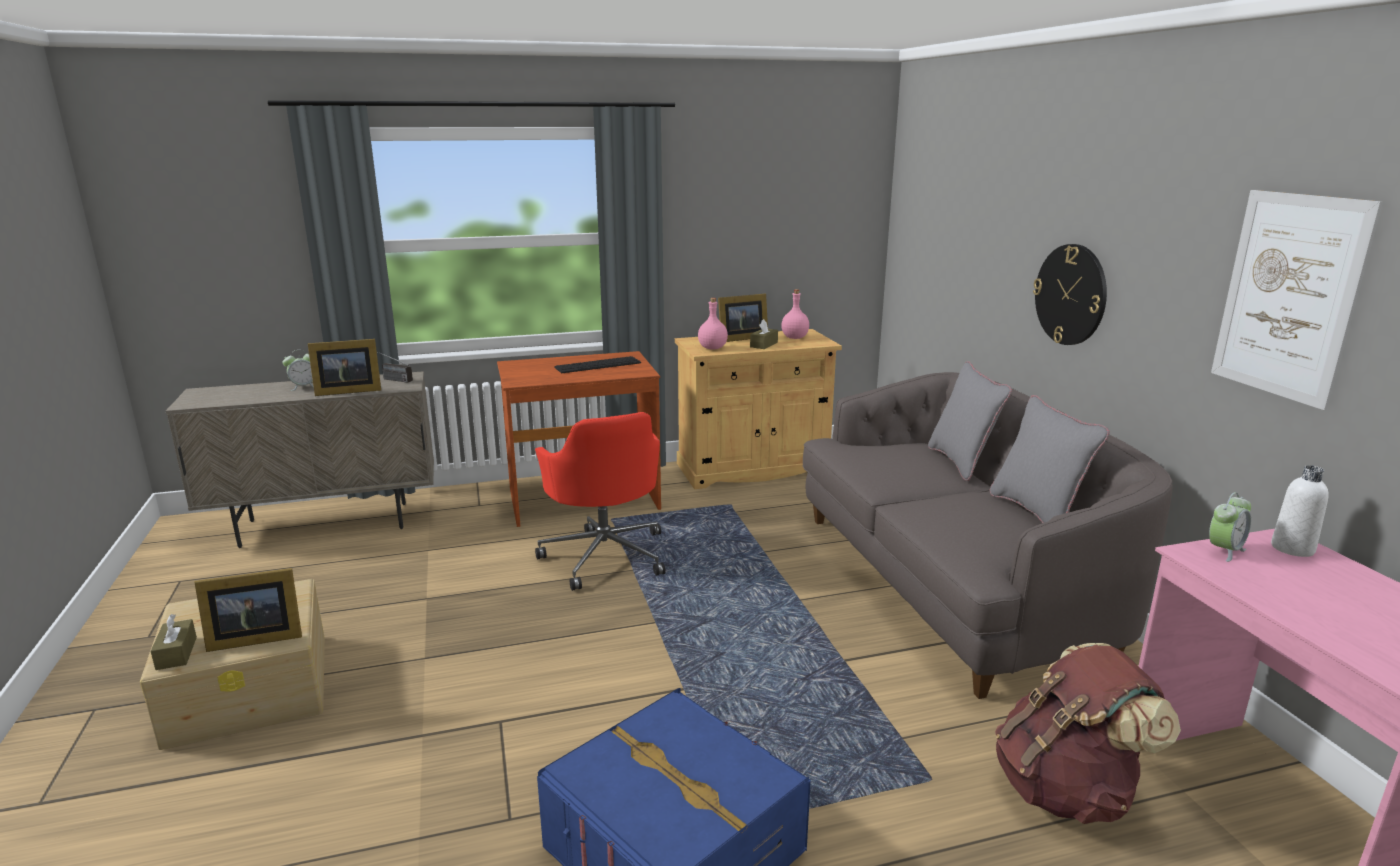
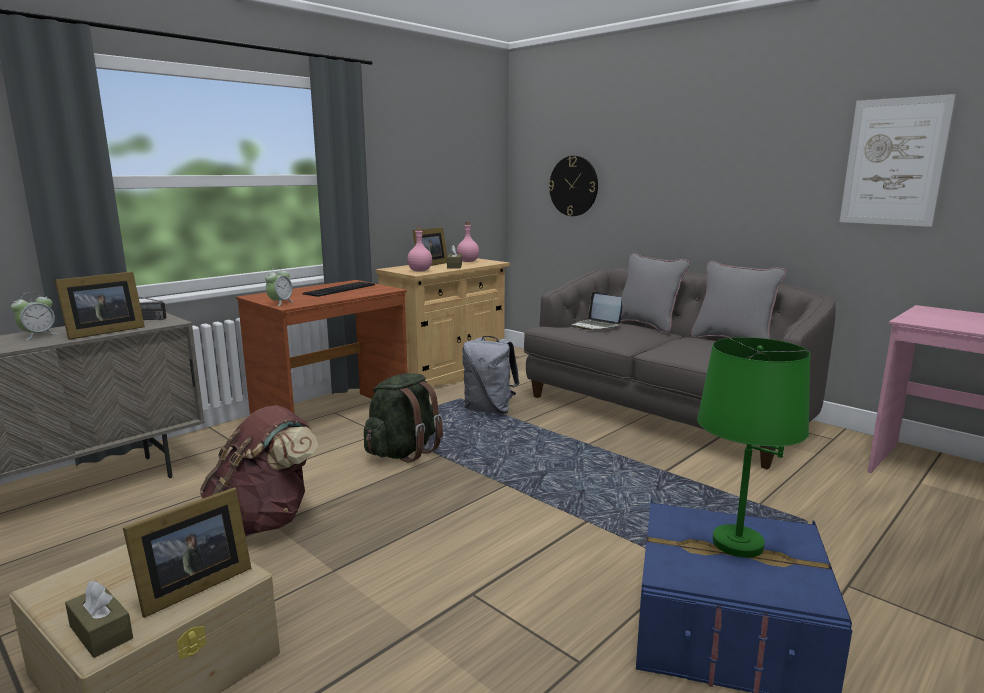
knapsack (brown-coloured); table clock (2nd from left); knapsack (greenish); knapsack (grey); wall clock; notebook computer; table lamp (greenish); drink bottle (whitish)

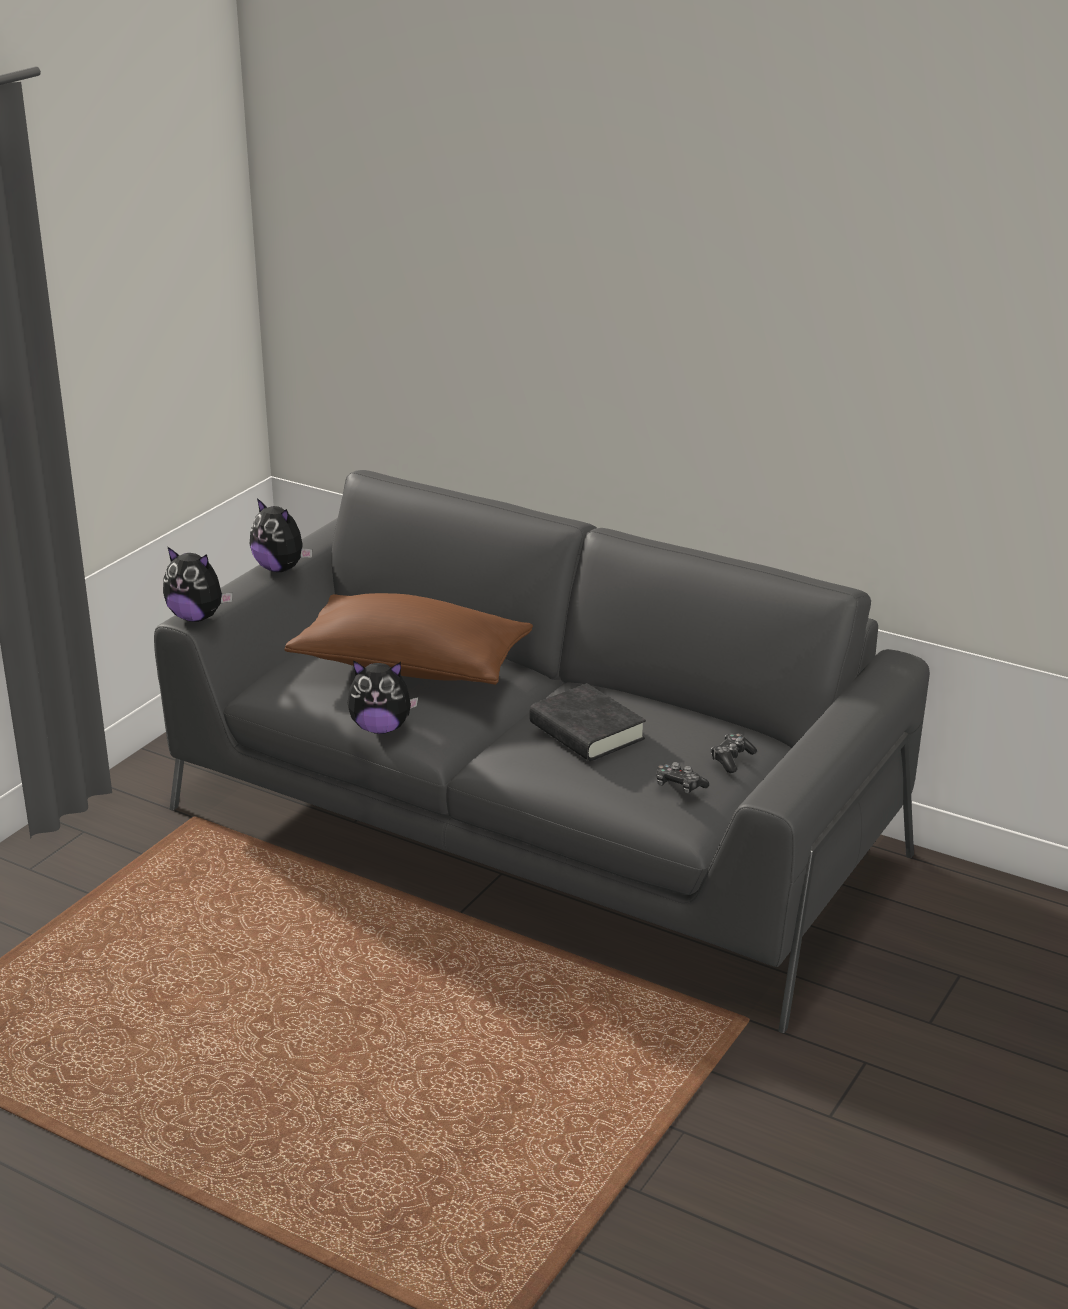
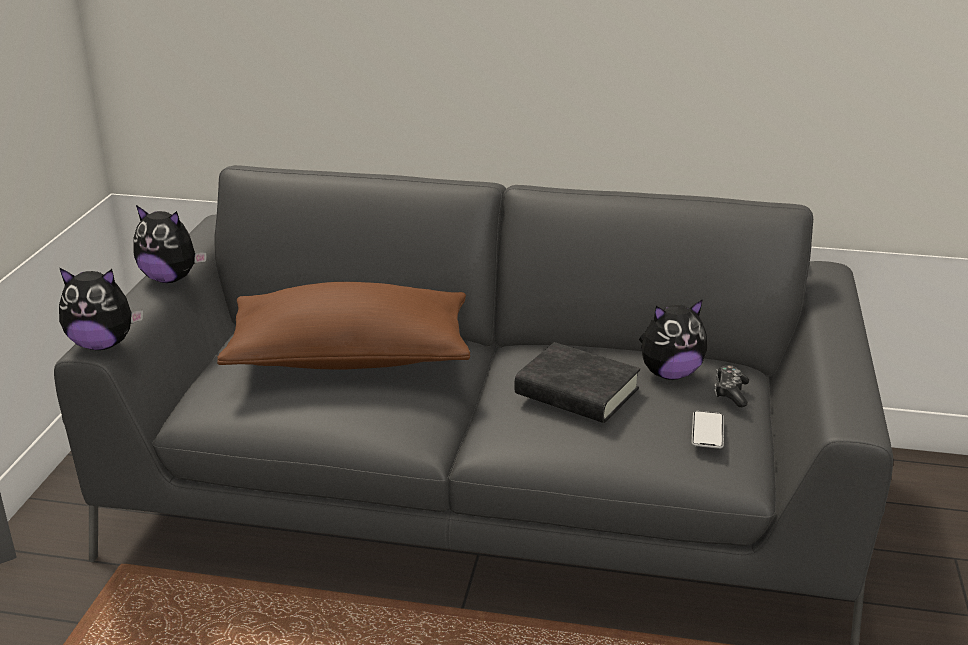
soft toy (3rd from left); handset

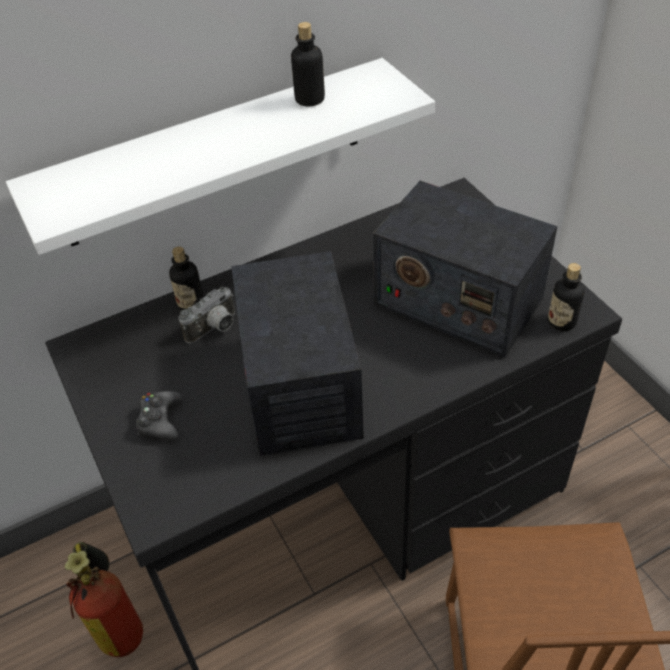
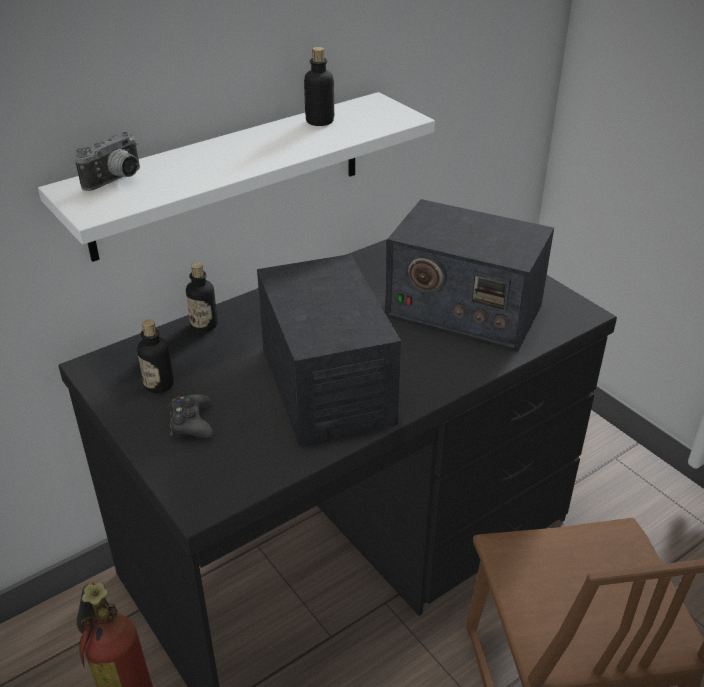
photo camera; drink bottle (1st from left)

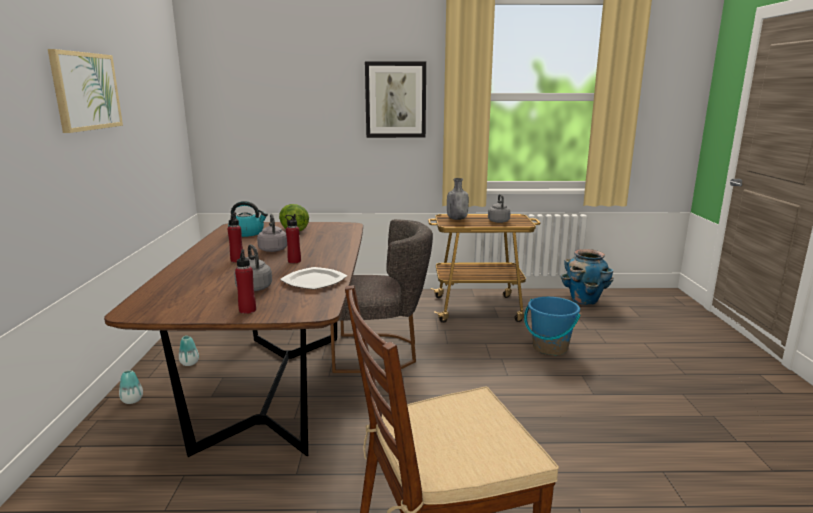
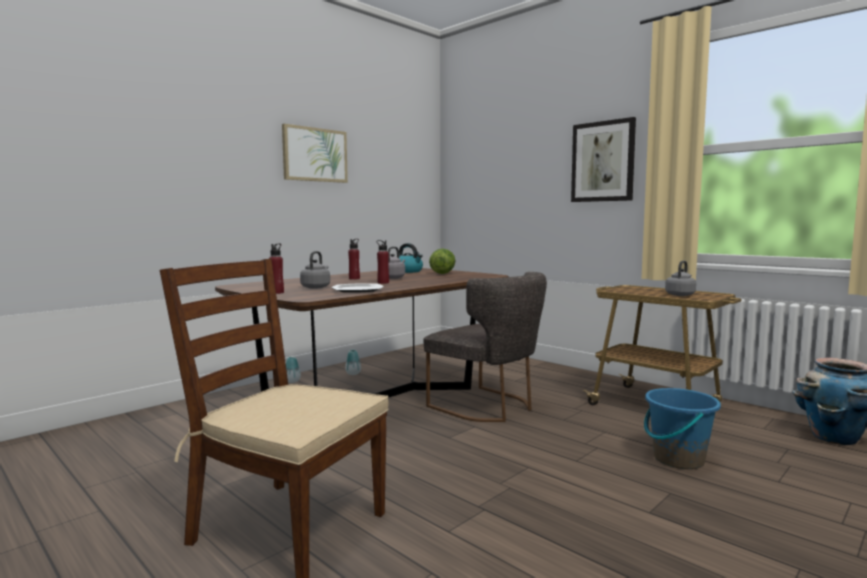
drink bottle (grey)

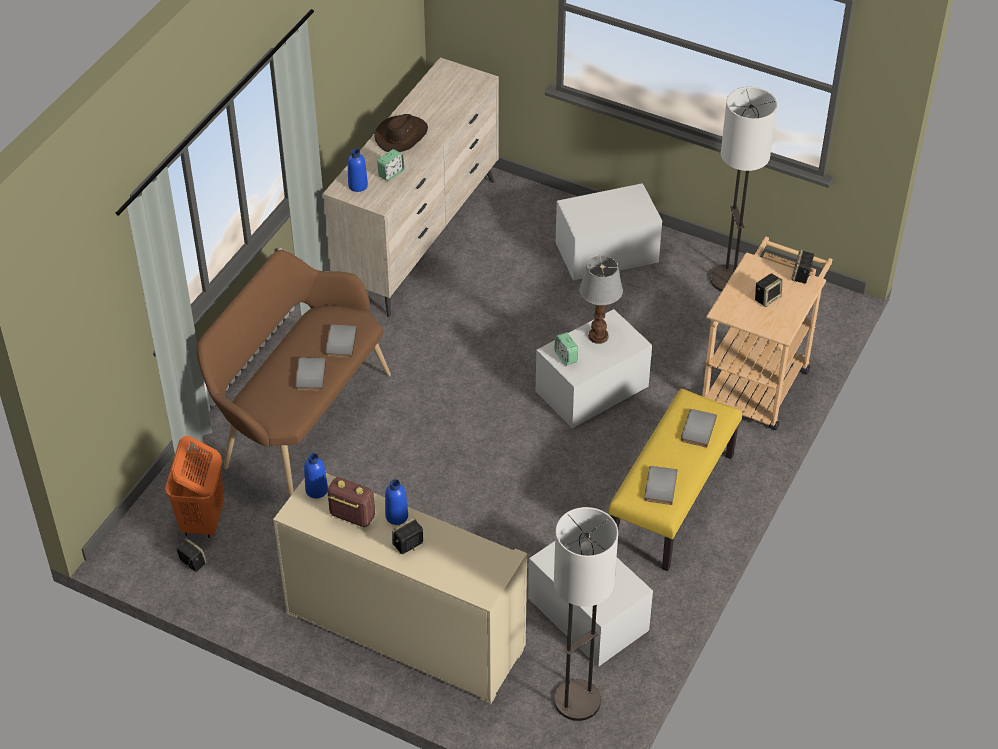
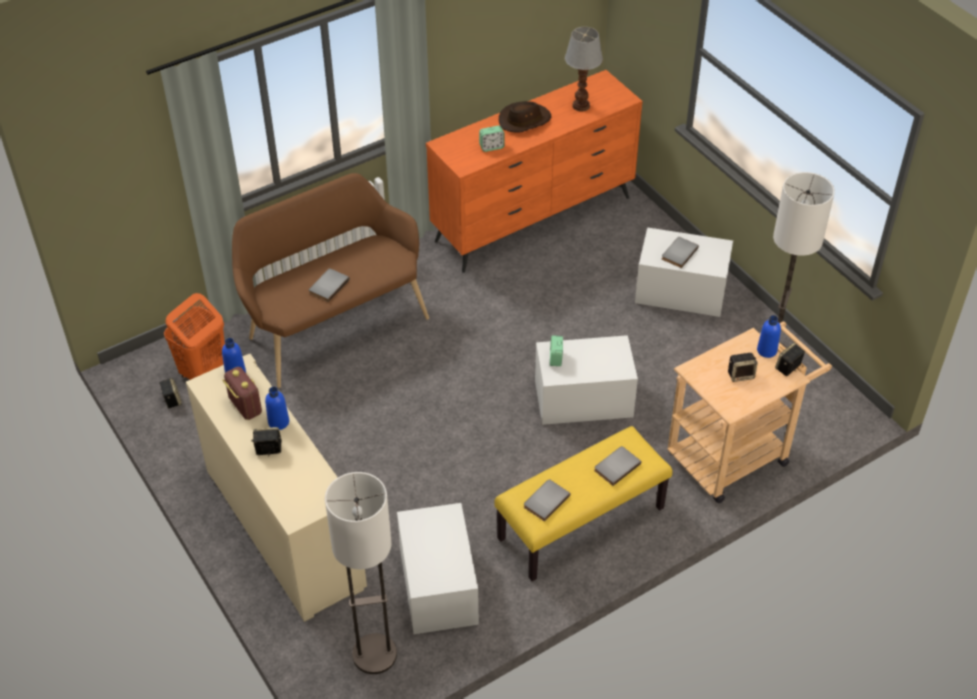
chest of drawers (orangey); table lamp; book (grey) (4th from left); drink bottle (blue-coloured) (3rd from left)

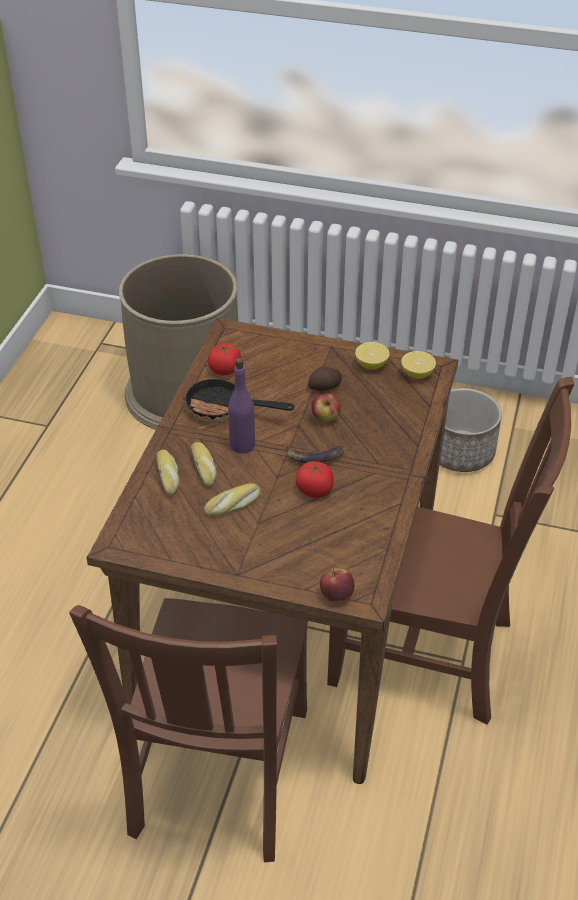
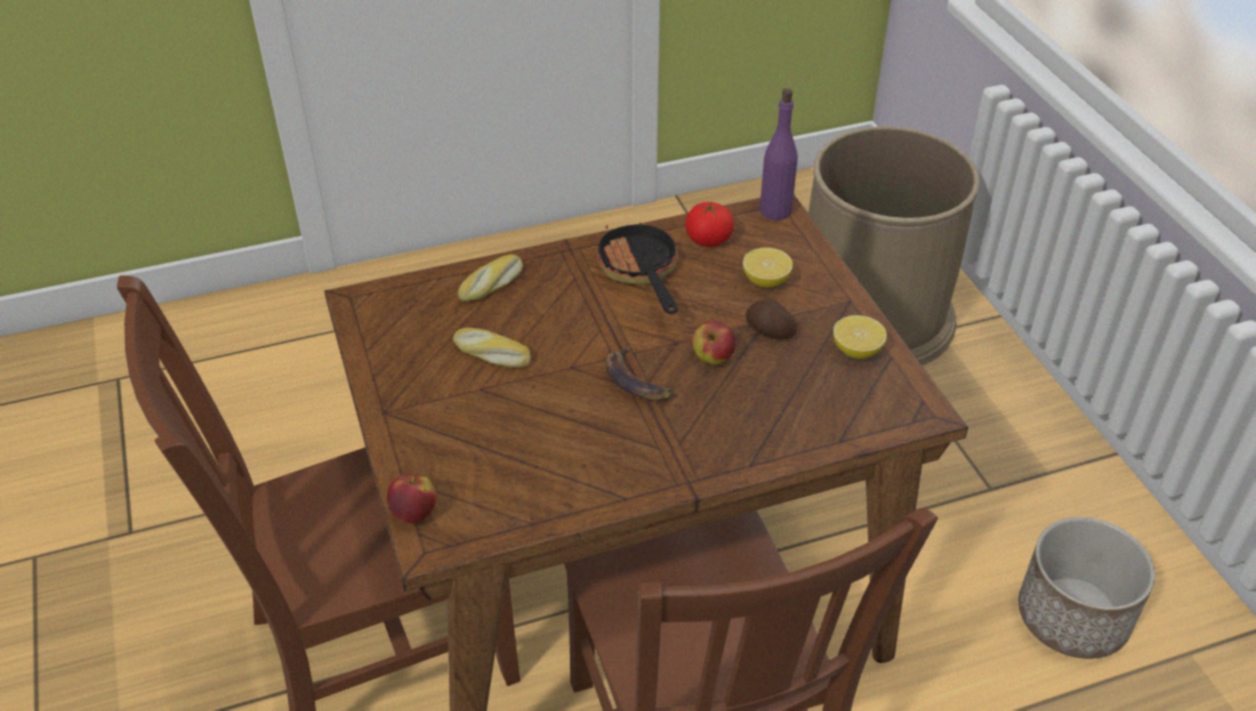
lemon (1st from left); drink bottle (purple-coloured); bakery bread (2nd from left in the first image); fresh tomato (2nd from left in the first image)

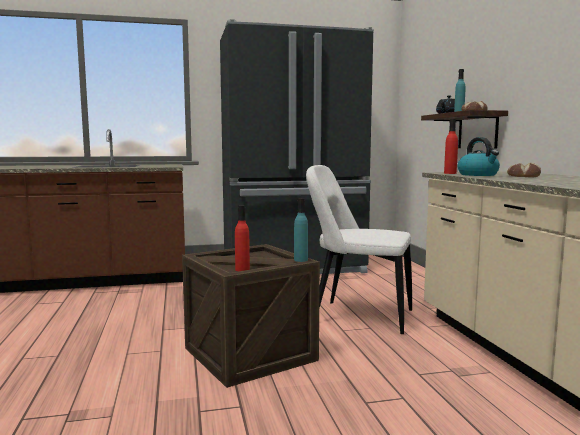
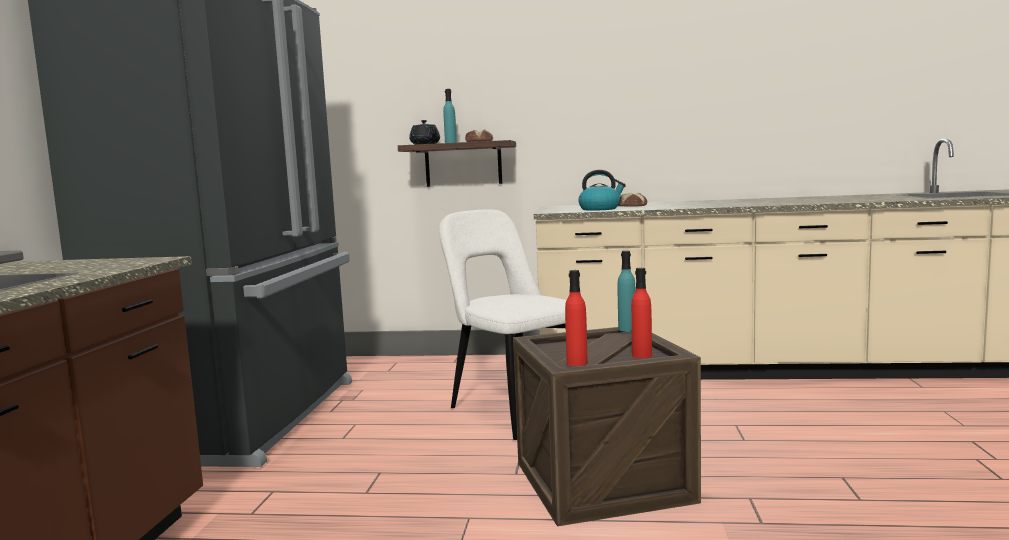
plain chair (whitish); drink bottle (reddish) (1st from left)

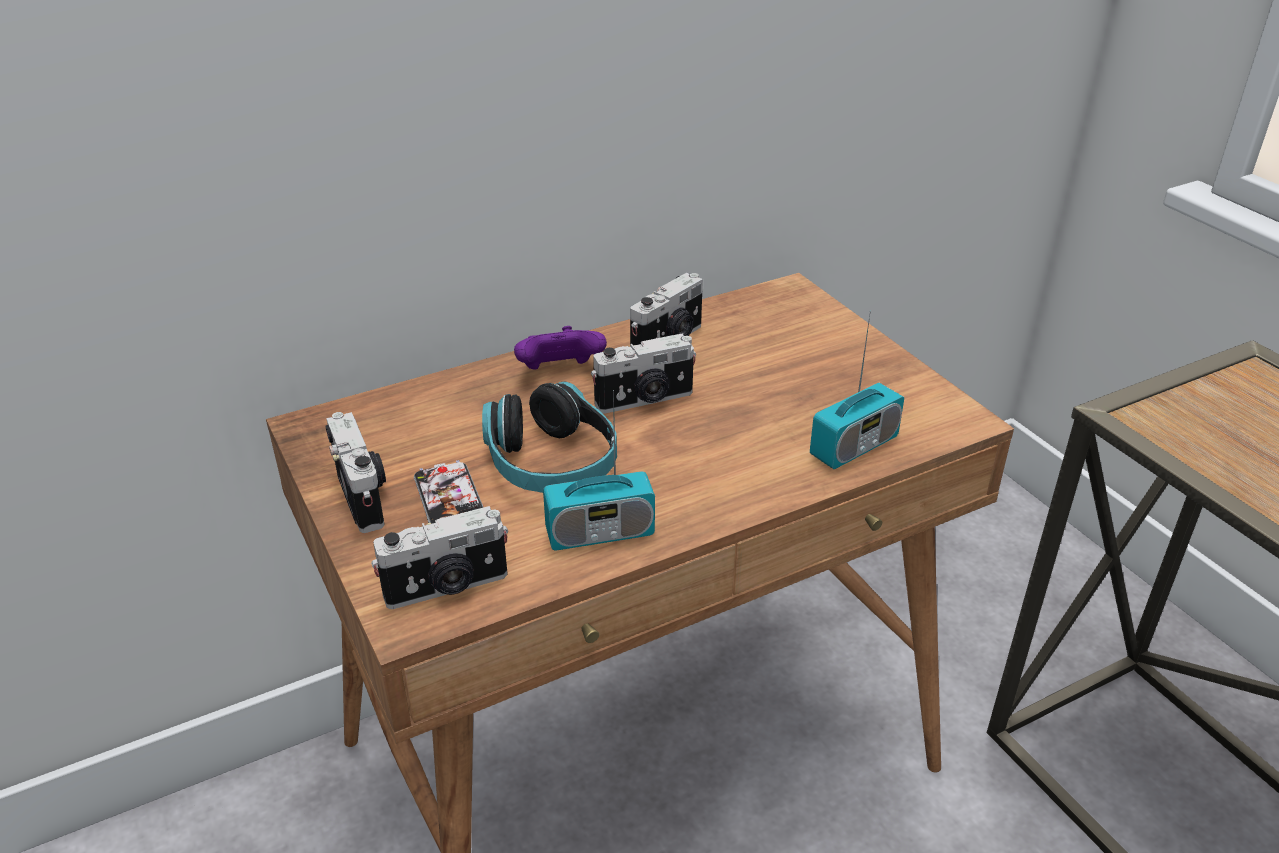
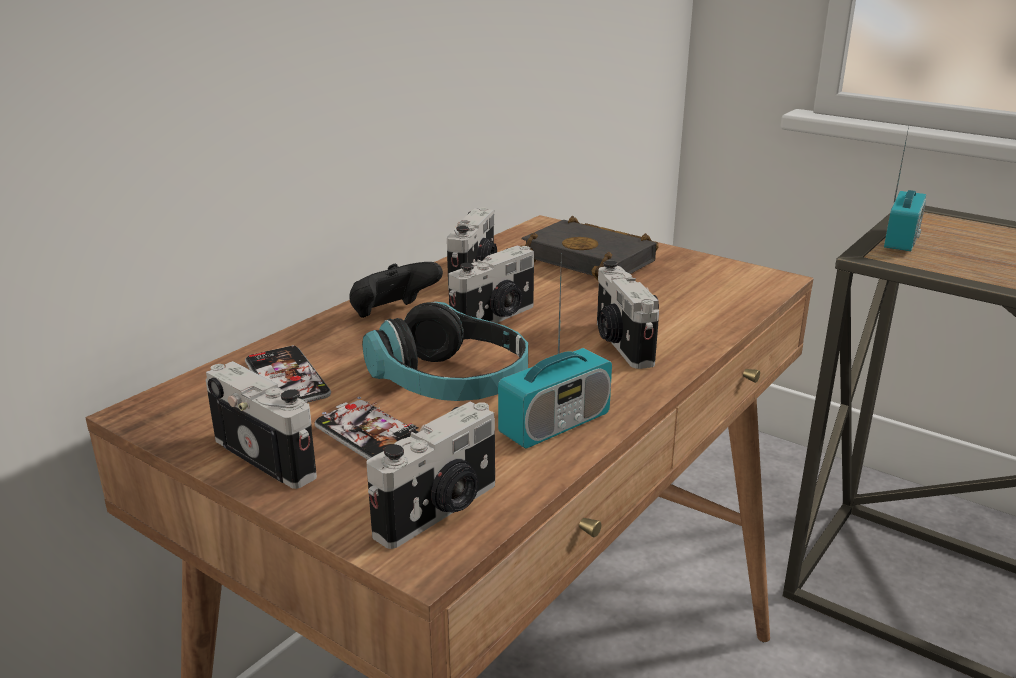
handset (1st from left); joypad (black); book (black); photo camera (5th from left); radio (2nd from left)

